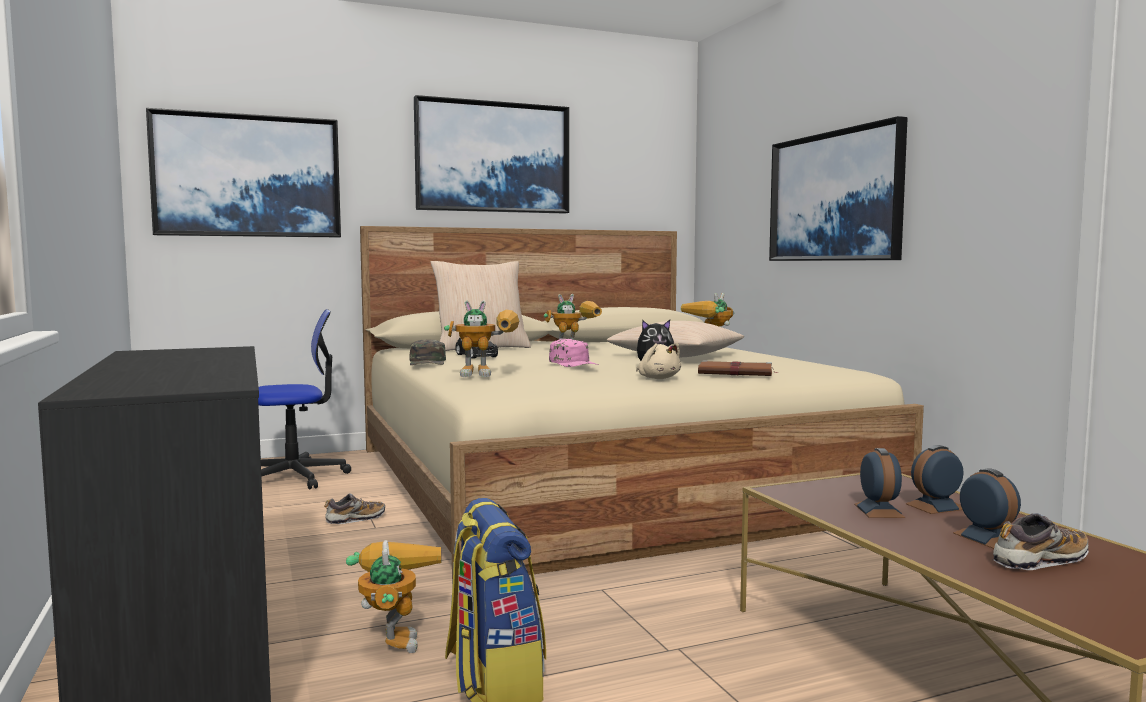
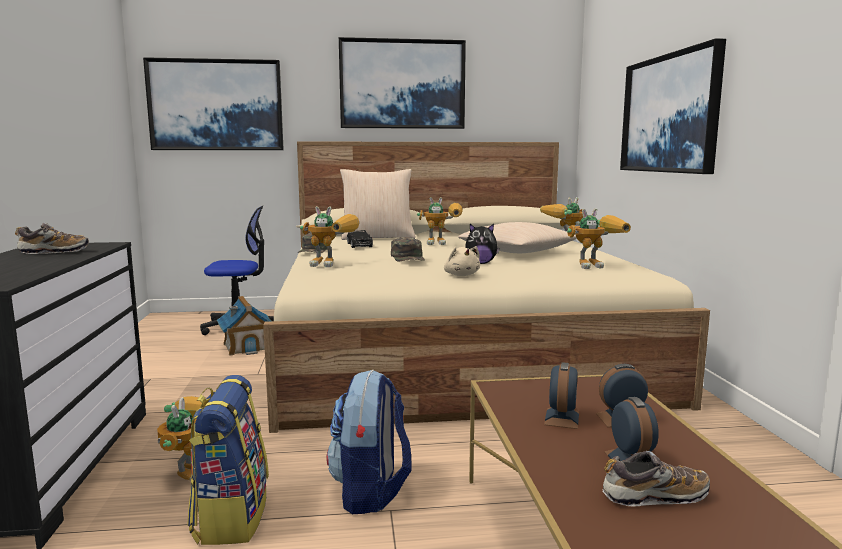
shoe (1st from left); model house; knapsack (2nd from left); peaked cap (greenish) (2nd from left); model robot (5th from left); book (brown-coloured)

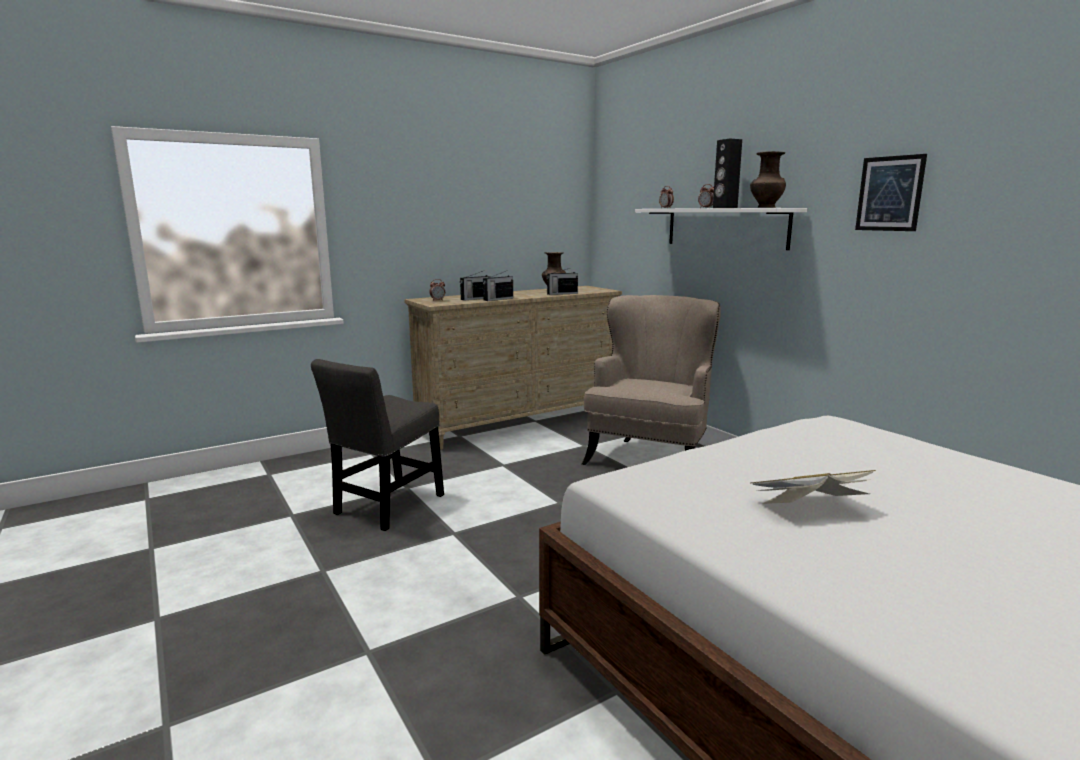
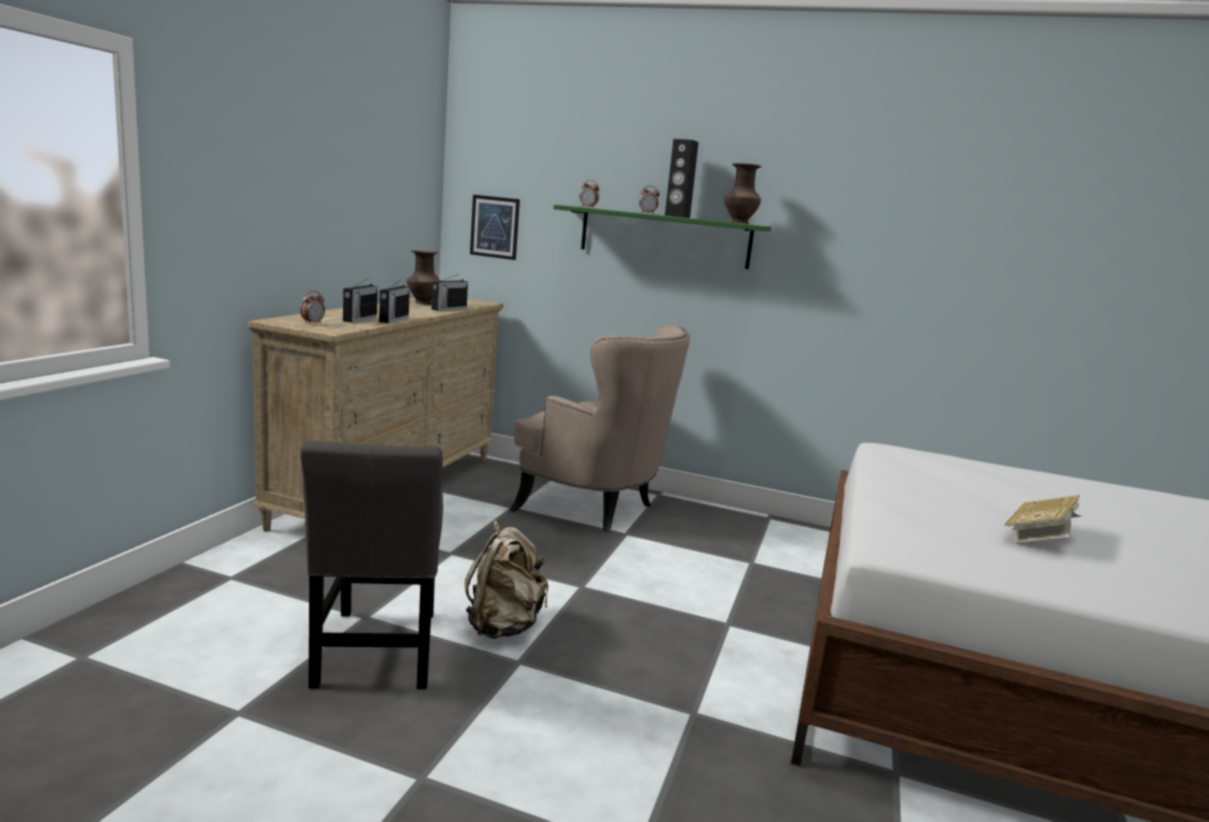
knapsack (beige-coloured); picture; lounge chair (beige-coloured); shelf (greenish)

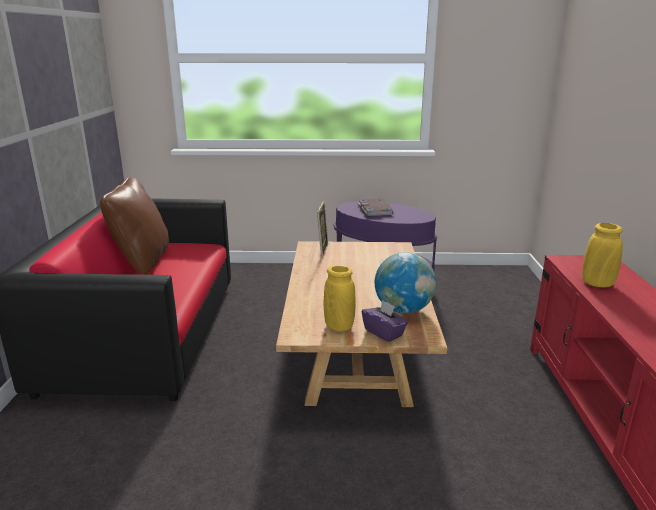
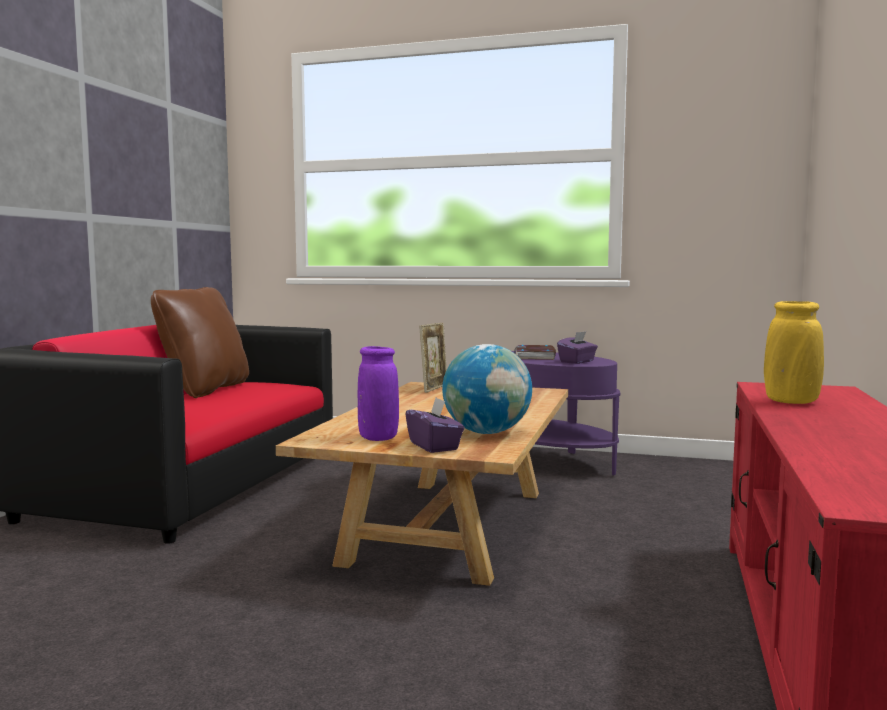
flower vase (purple-coloured); tissue holder (purple-coloured) (2nd from left)

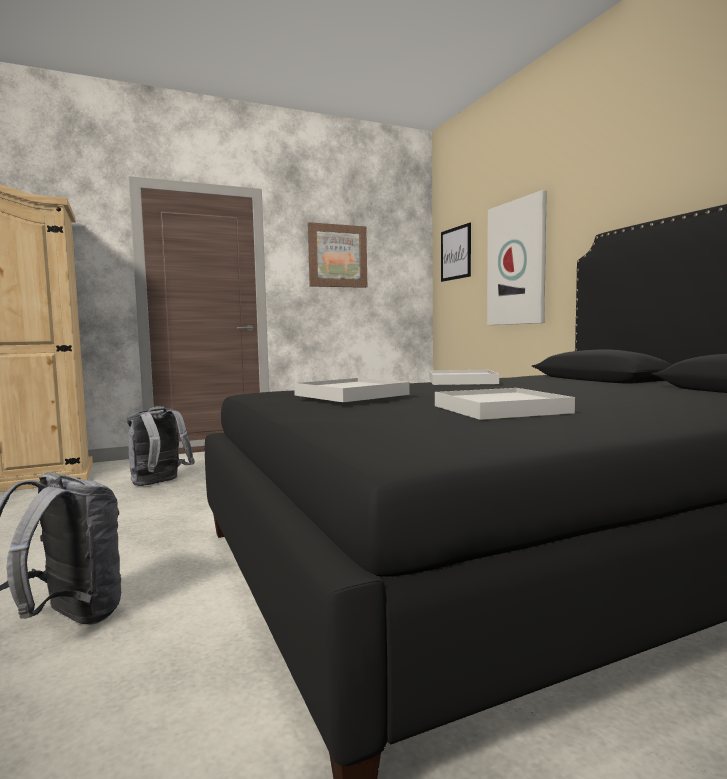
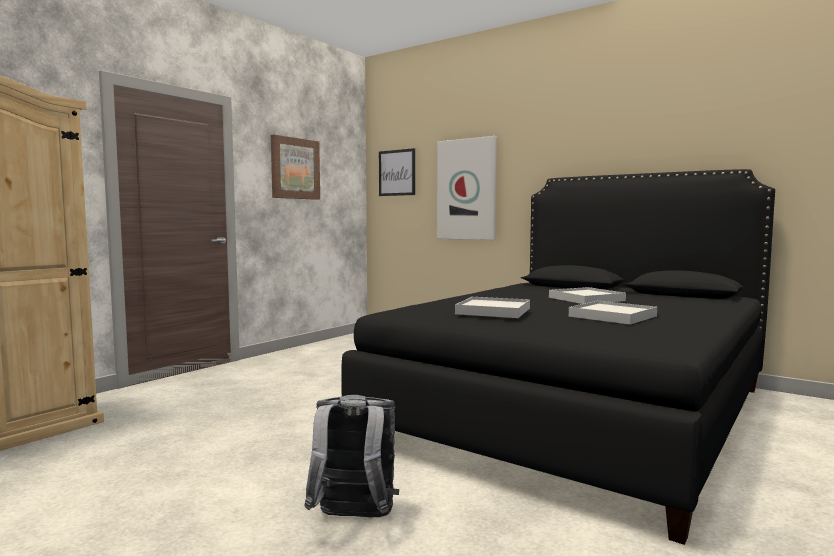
serving tray (whitish) (2nd from left); knapsack (grey) (2nd from left in the first image)

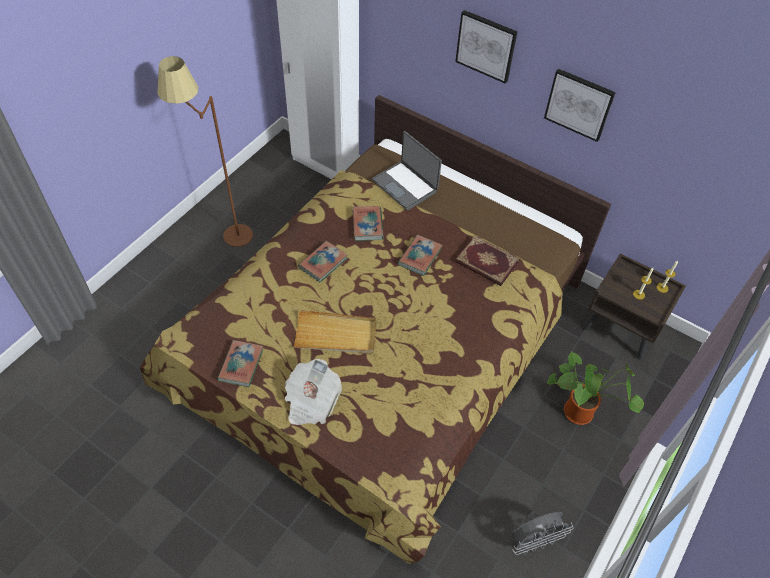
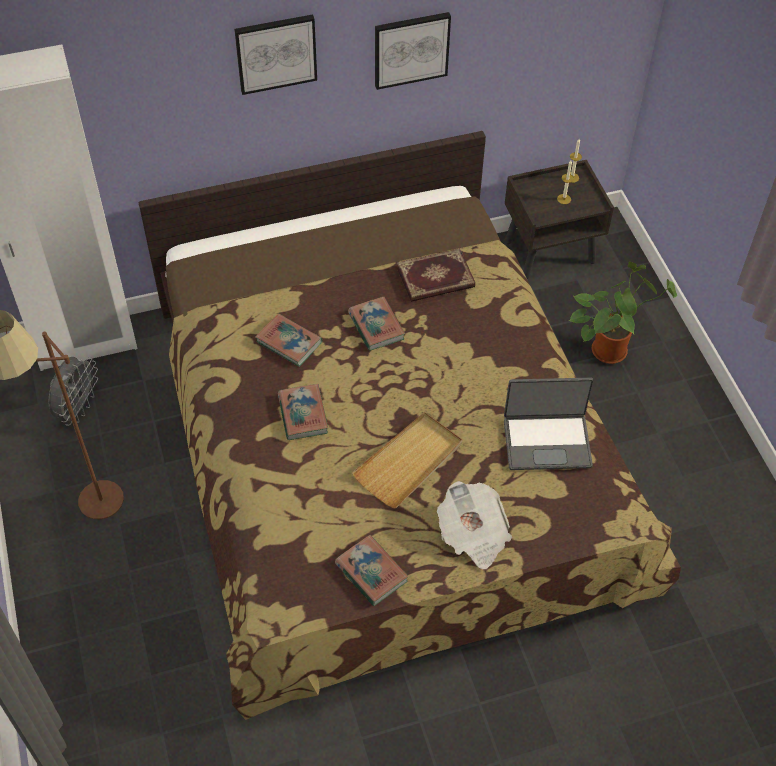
cooling fan (grey); notebook computer

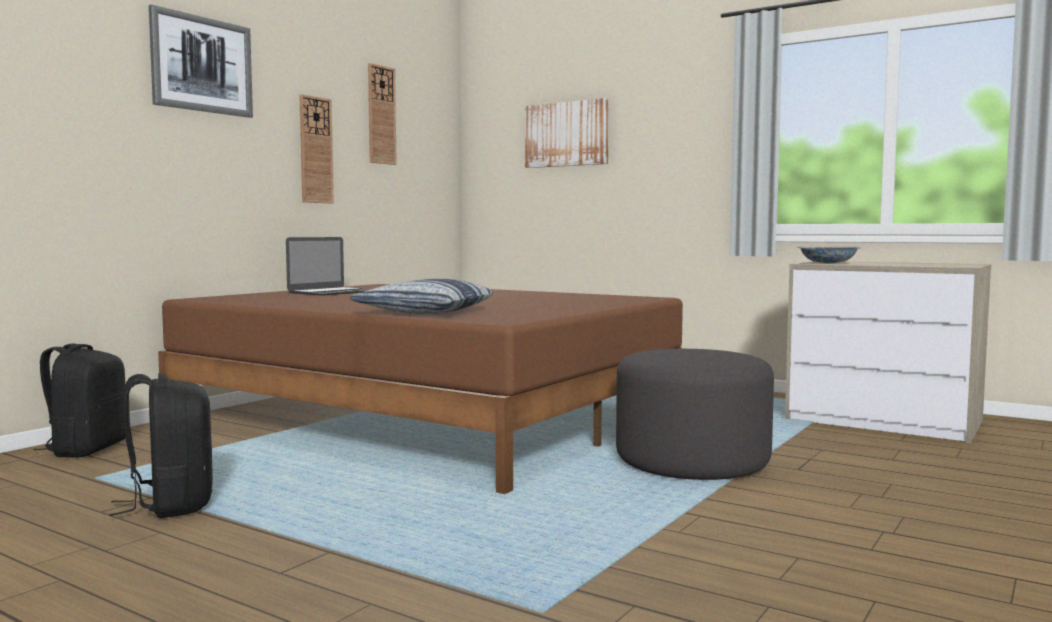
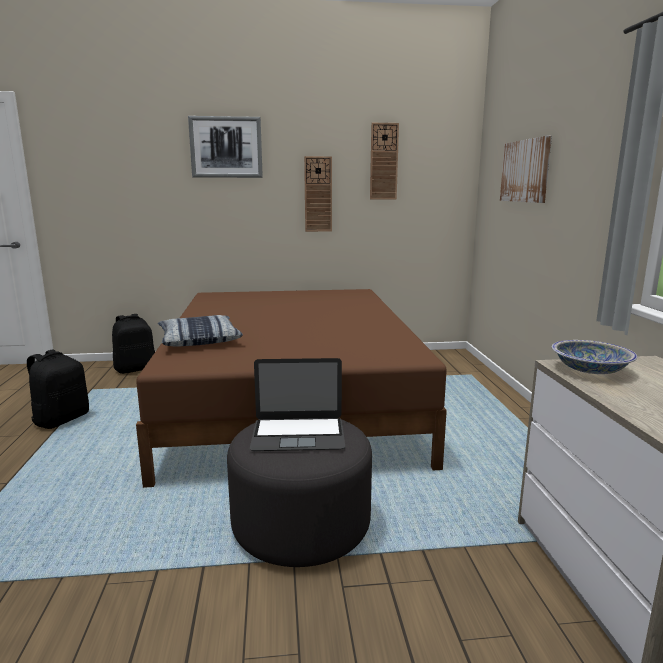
notebook computer

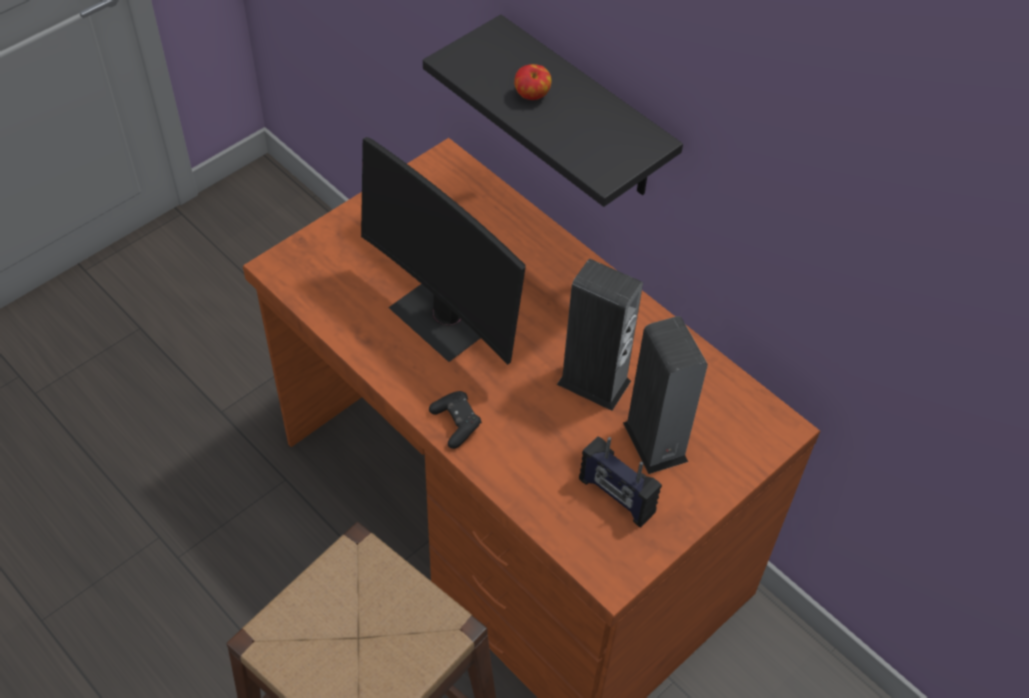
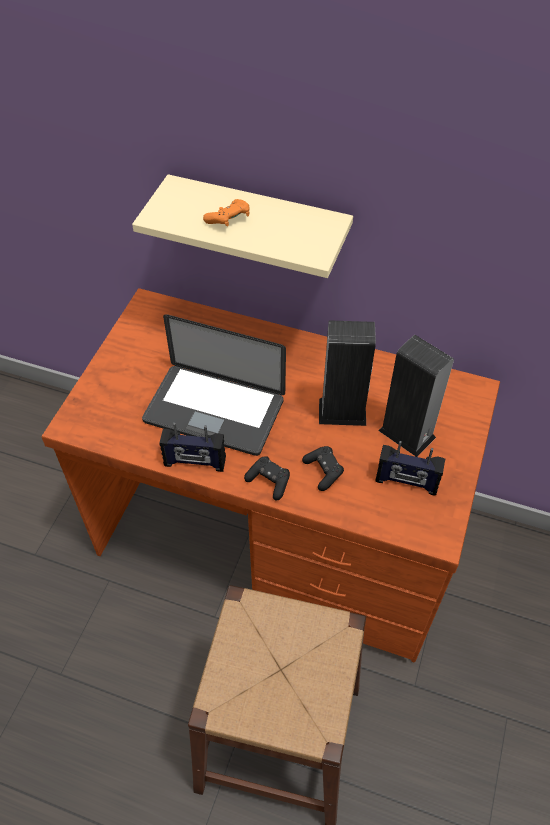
shelf (beige-coloured); notebook computer; radio (1st from left); joypad (orangey); joypad (black) (2nd from left)

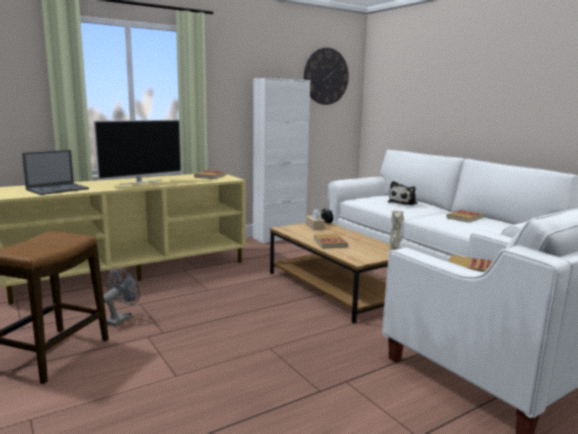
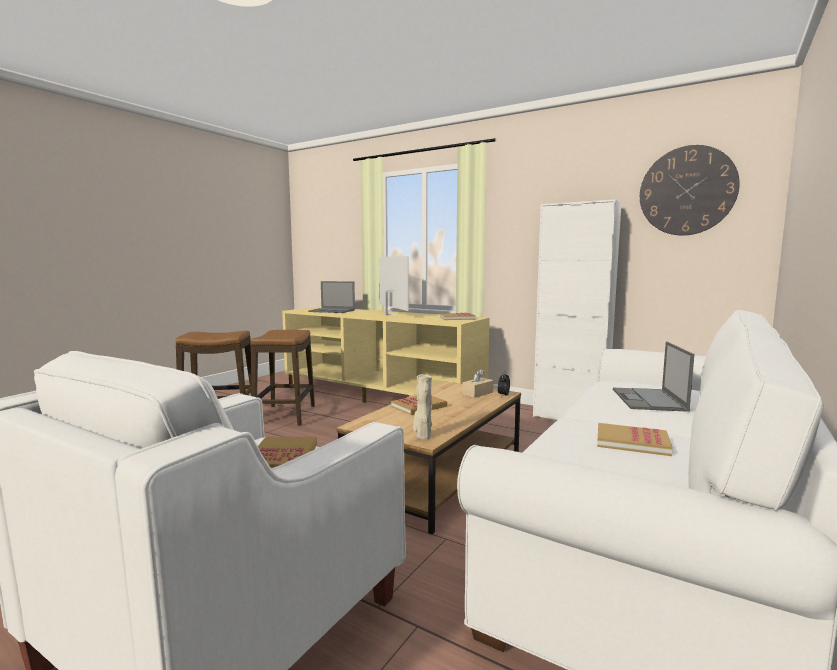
stool (2nd from left); television; notebook computer (2nd from left)

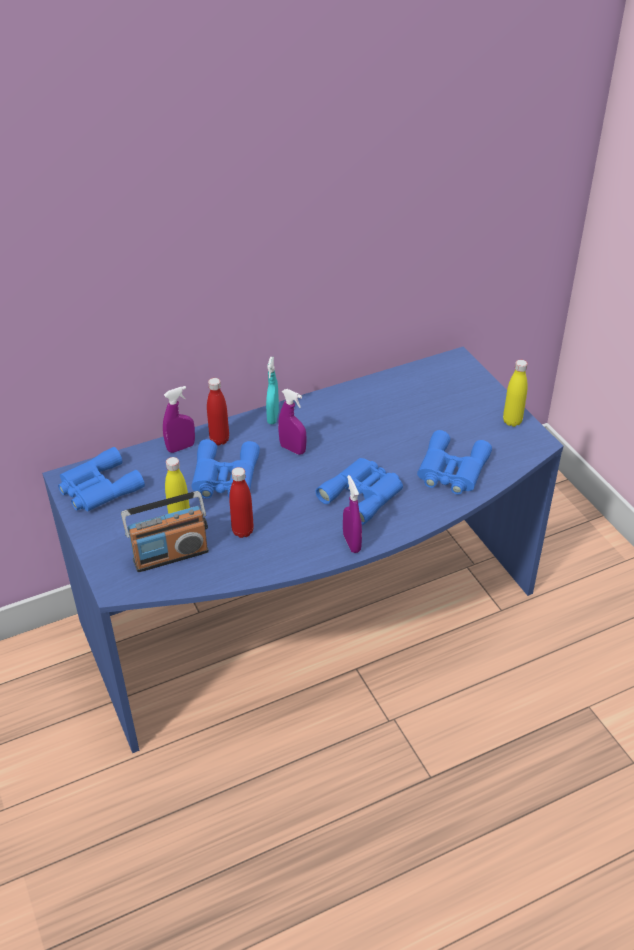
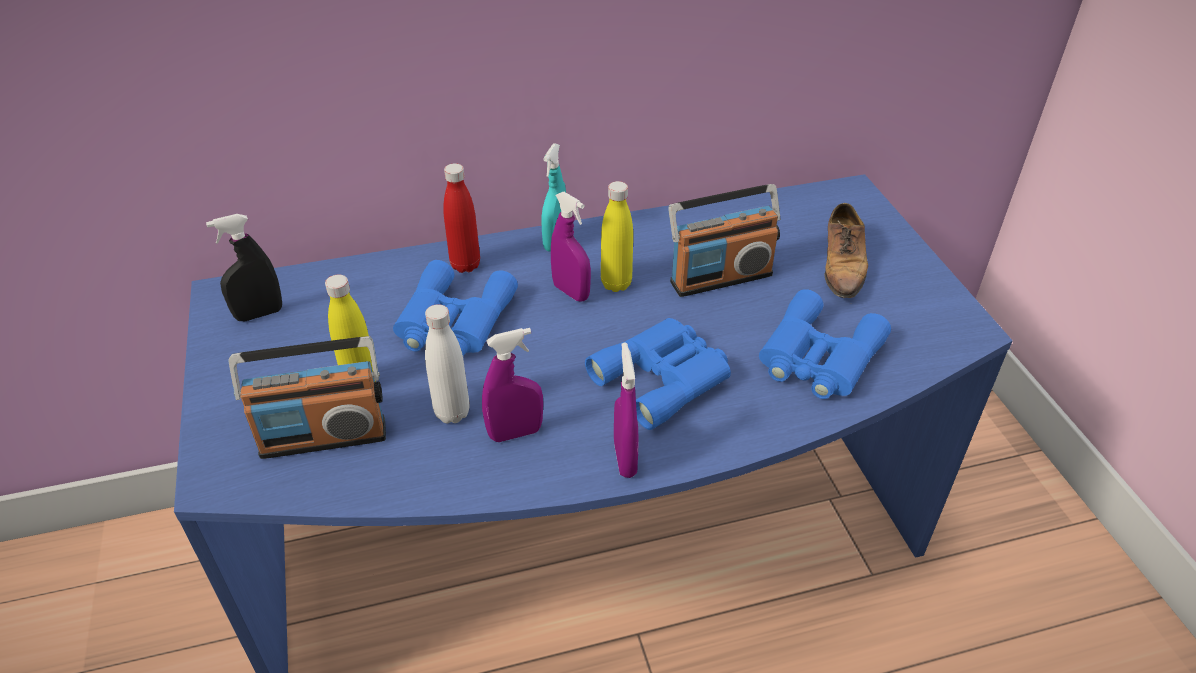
spray bottle (black); drink bottle (whitish); spray bottle (purple-coloured) (1st from left); drink bottle (yellow) (2nd from left); radio (2nd from left); shoe

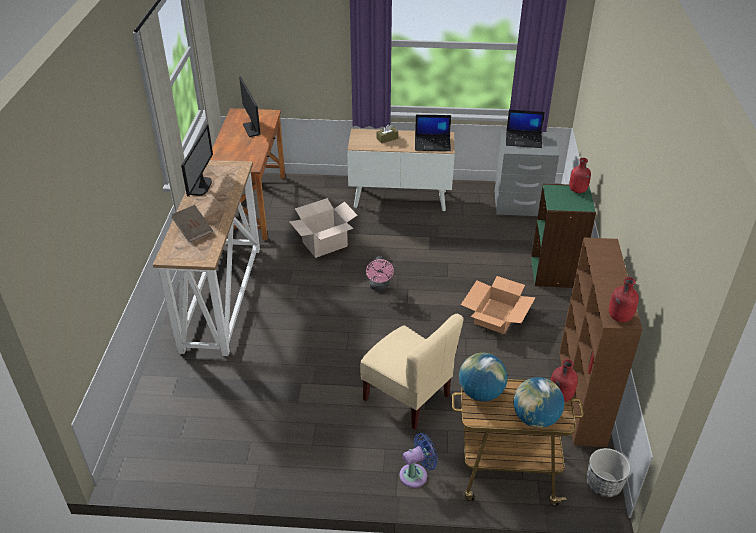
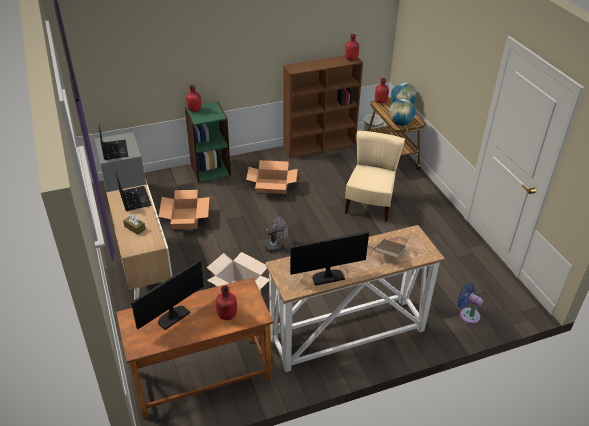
packing box (1st from left); drink bottle (reddish) (2nd from left); cooling fan (grey); cooling fan (blue-coloured)

